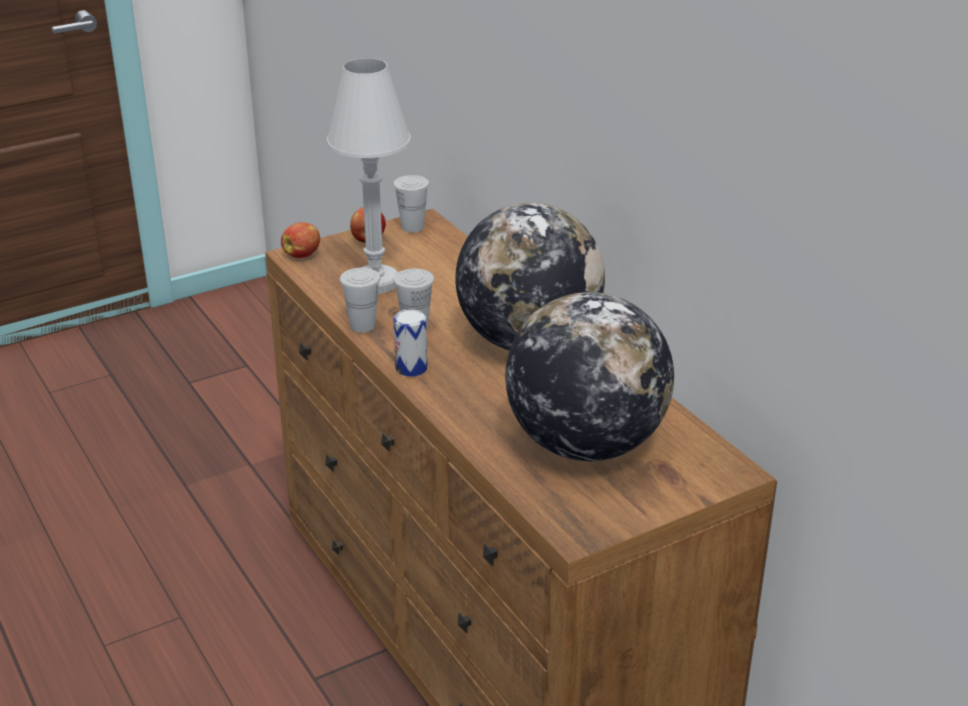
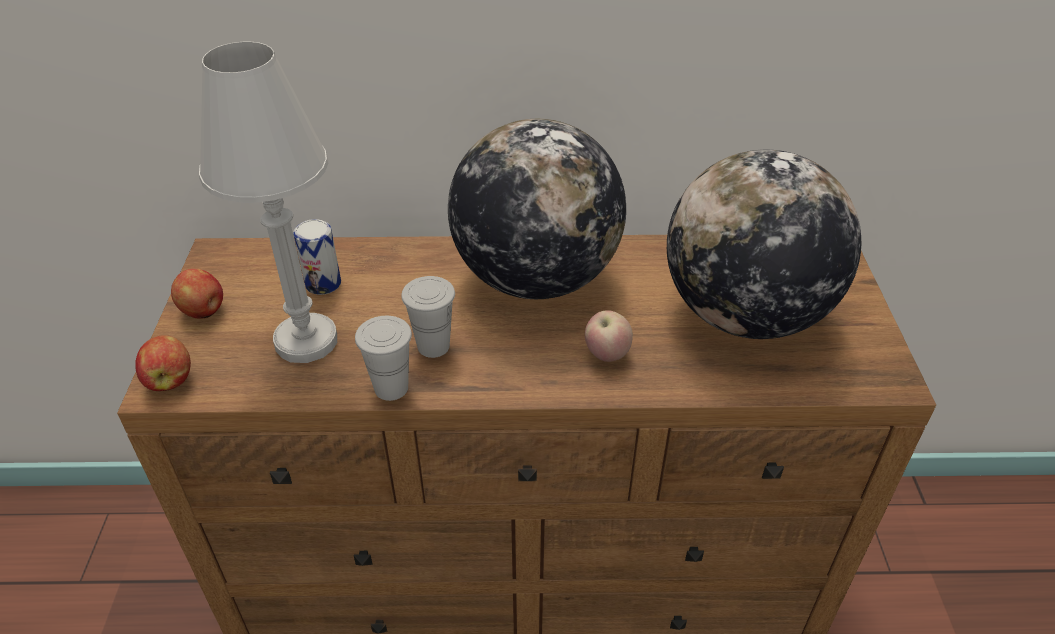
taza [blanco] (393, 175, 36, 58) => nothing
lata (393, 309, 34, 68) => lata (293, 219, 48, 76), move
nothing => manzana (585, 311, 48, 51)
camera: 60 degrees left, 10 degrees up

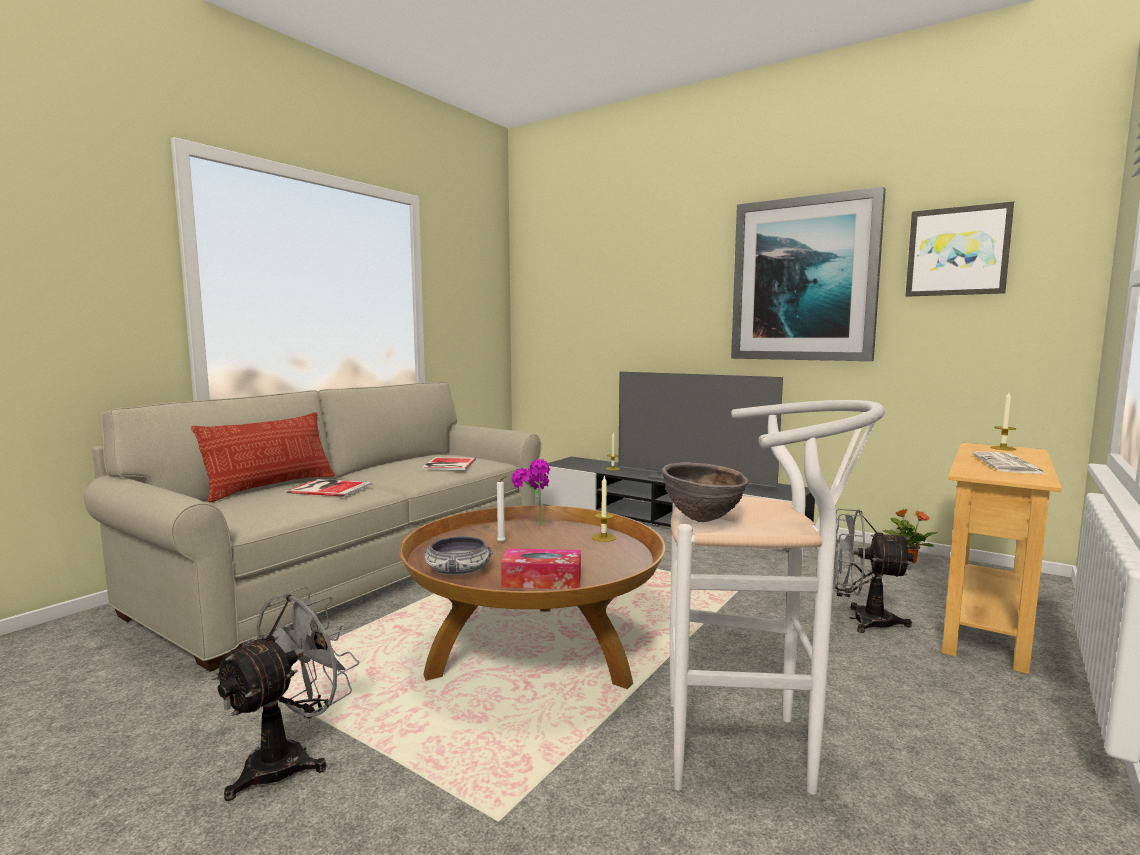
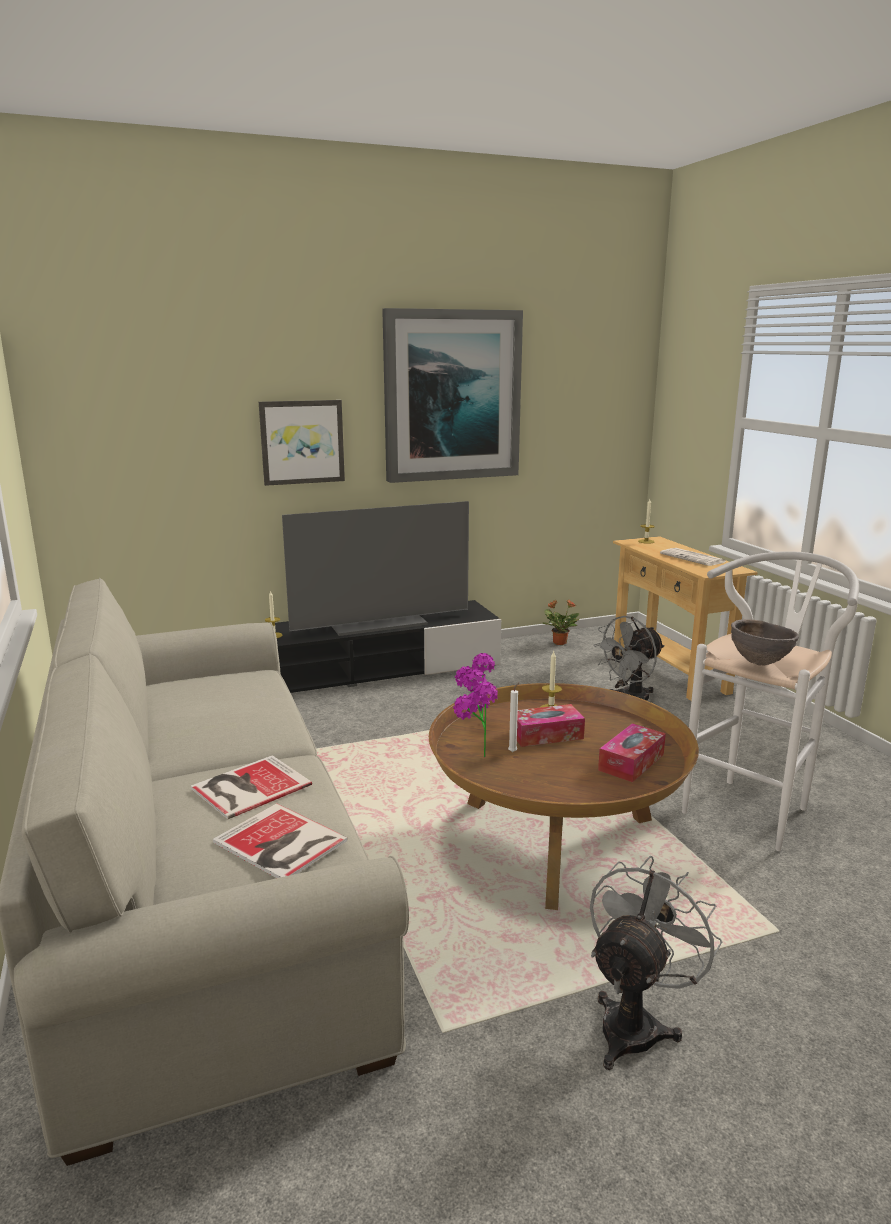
cojín (191, 412, 144, 91) => nothing
ventilador [gris] (211, 586, 148, 215) => ventilador [gris] (590, 855, 132, 215), 60 degrees clockwise
libro (421, 457, 55, 13) => libro (213, 803, 135, 75), move
cuenco (424, 536, 69, 40) => nothing
cuadro (906, 202, 108, 95) => cuadro (259, 400, 86, 86), move
nothing => planta en maceta (453, 681, 45, 76)
nothing => caja de pañuelos (517, 704, 68, 43)
camera: 55 degrees left, 10 degrees up

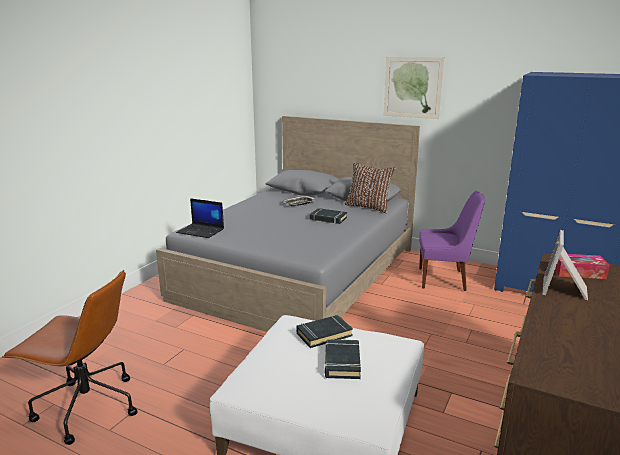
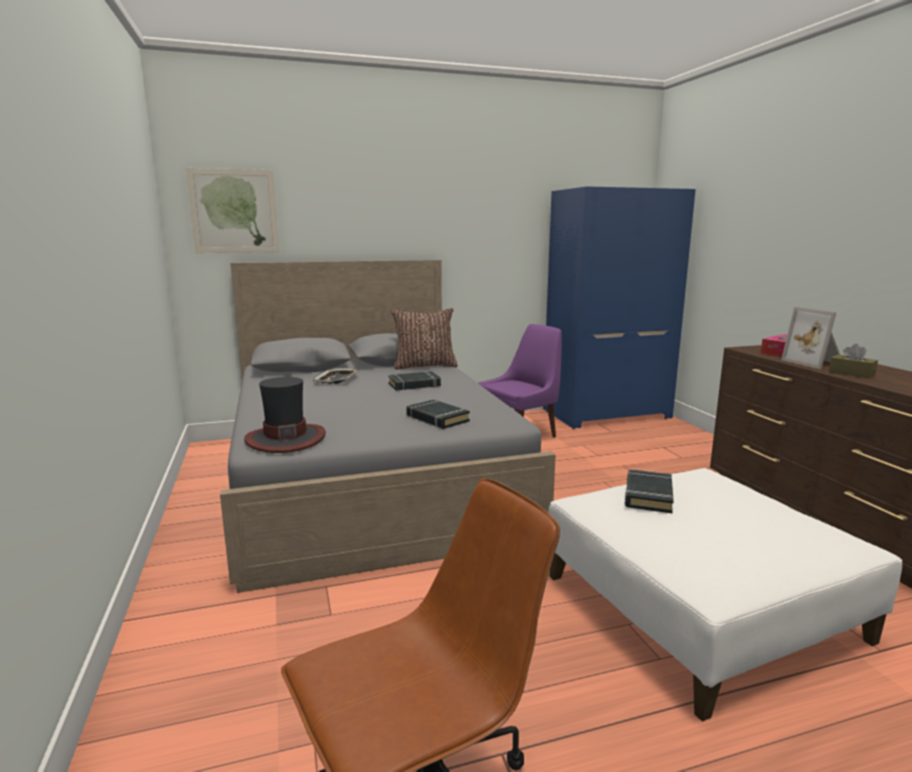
portátil (176, 198, 48, 40) => sombrero (244, 377, 82, 76)
libro [negro] (325, 339, 36, 40) => libro [negro] (406, 399, 64, 30), move
cuadro (384, 57, 61, 62) => cuadro (186, 168, 93, 85), move
nothing => caja de pañuelos [marrón] (829, 344, 49, 35)
camera: 45 degrees left, 5 degrees down

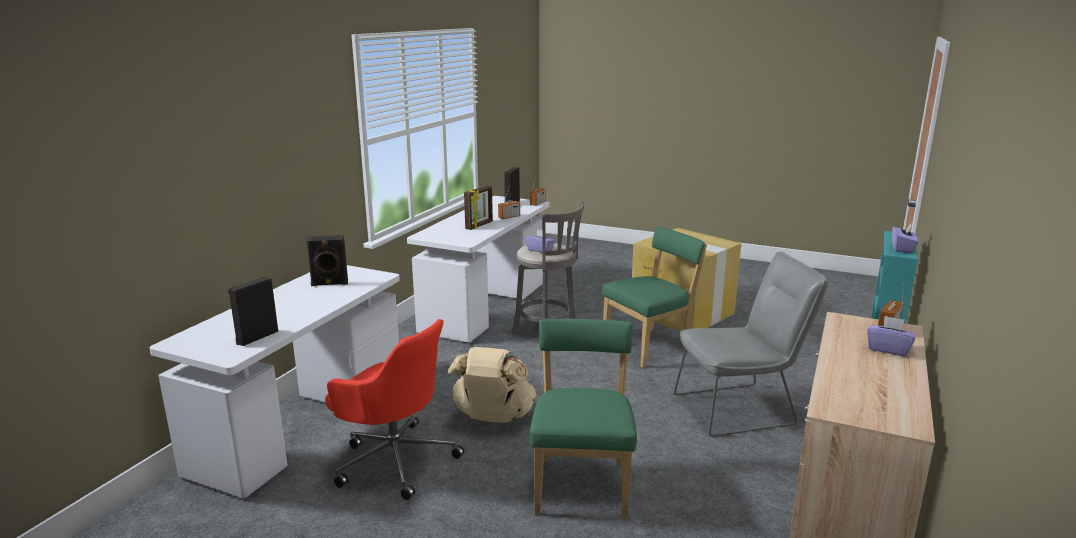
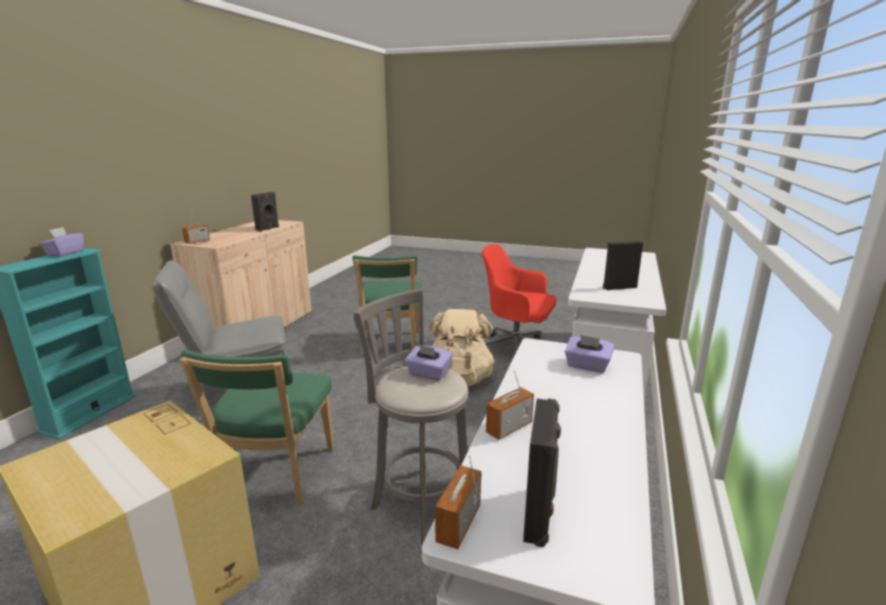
altavoz [negro] (228, 276, 50, 70) => altavoz [negro] (251, 192, 28, 39), move
portarretratos (464, 185, 29, 45) => nothing
silla [verde] (602, 226, 105, 142) => silla [verde] (179, 350, 155, 156), 45 degrees counterclockwise
caja de pañuelos [morado] (867, 316, 49, 41) => caja de pañuelos [morado] (565, 335, 49, 38), move
camera: 175 degrees right, 0 degrees up

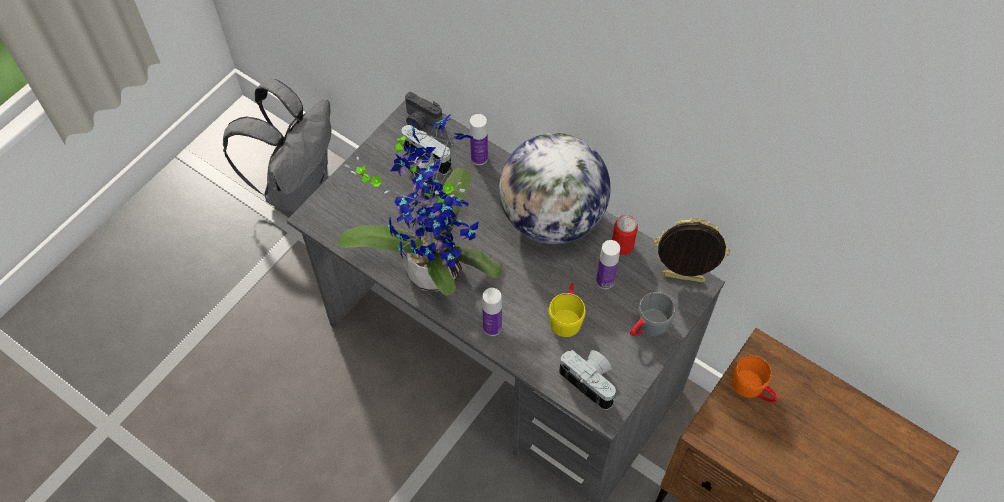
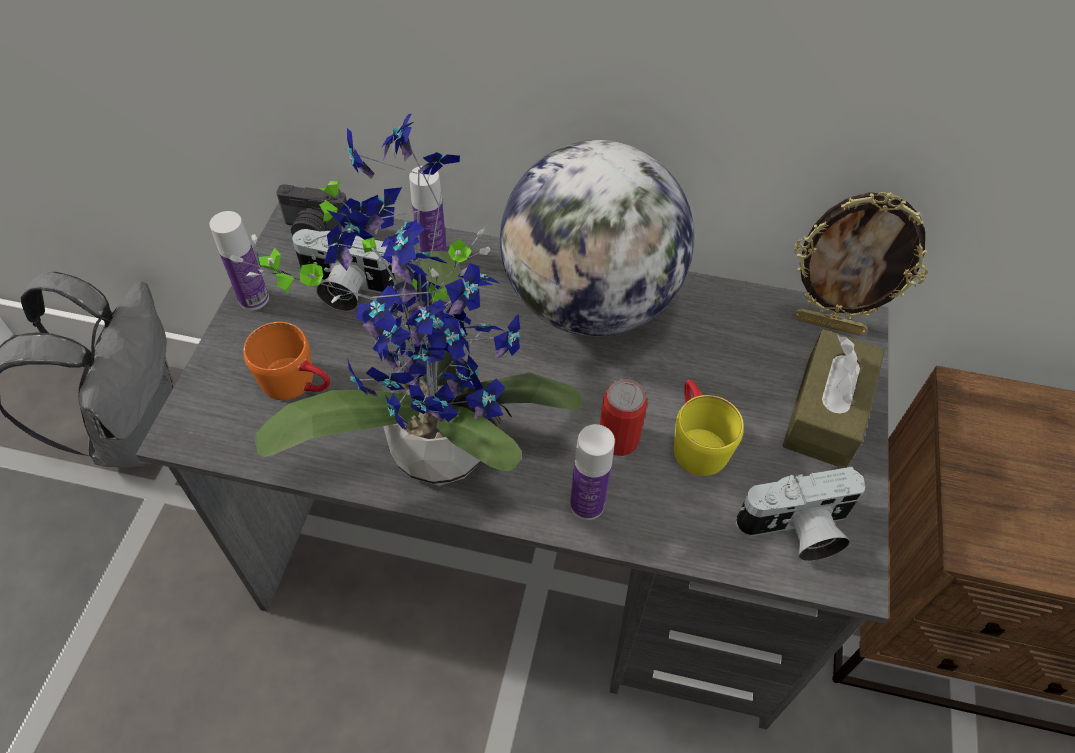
cámara (559, 350, 57, 60) => cámara (735, 466, 130, 95), 150 degrees clockwise
botella (596, 240, 24, 49) => botella (210, 211, 59, 99), move
lata (612, 215, 26, 40) => lata (599, 379, 48, 77), move
taza grande [gris] (630, 292, 45, 44) => caja de pañuelos [marrón] (782, 329, 103, 139)
portarretratos (654, 218, 76, 65) => portarretratos (794, 192, 134, 144), 150 degrees counterclockwise
taza grande [naranja] (732, 355, 46, 47) => taza grande [naranja] (243, 322, 87, 78), move
camera: 25 degrees left, 5 degrees down

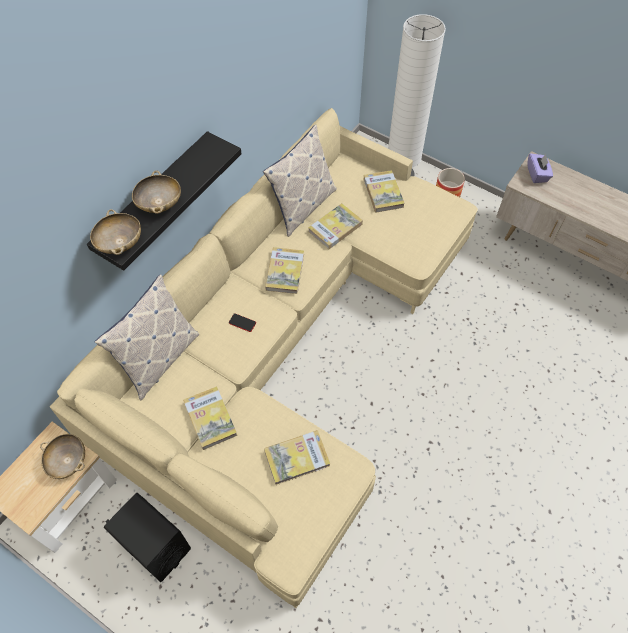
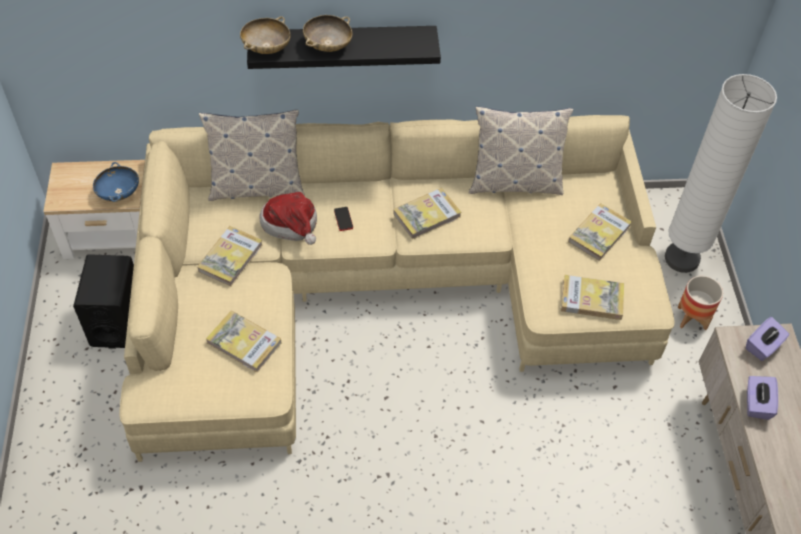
cuenco [beis] (40, 434, 45, 45) => cuenco [azul] (93, 162, 46, 40)
libro (308, 203, 55, 46) => libro (561, 275, 63, 45), move
nothing => sombrero (259, 192, 58, 53)
nothing => caja de pañuelos [morado] (747, 376, 31, 44)
camera: 50 degrees right, 5 degrees down

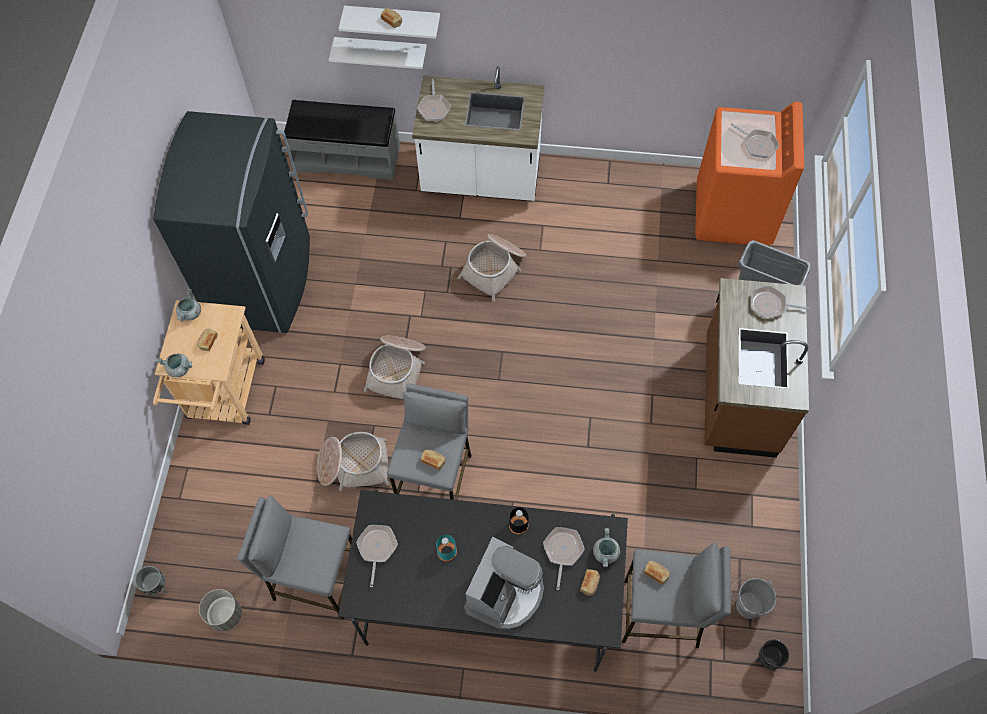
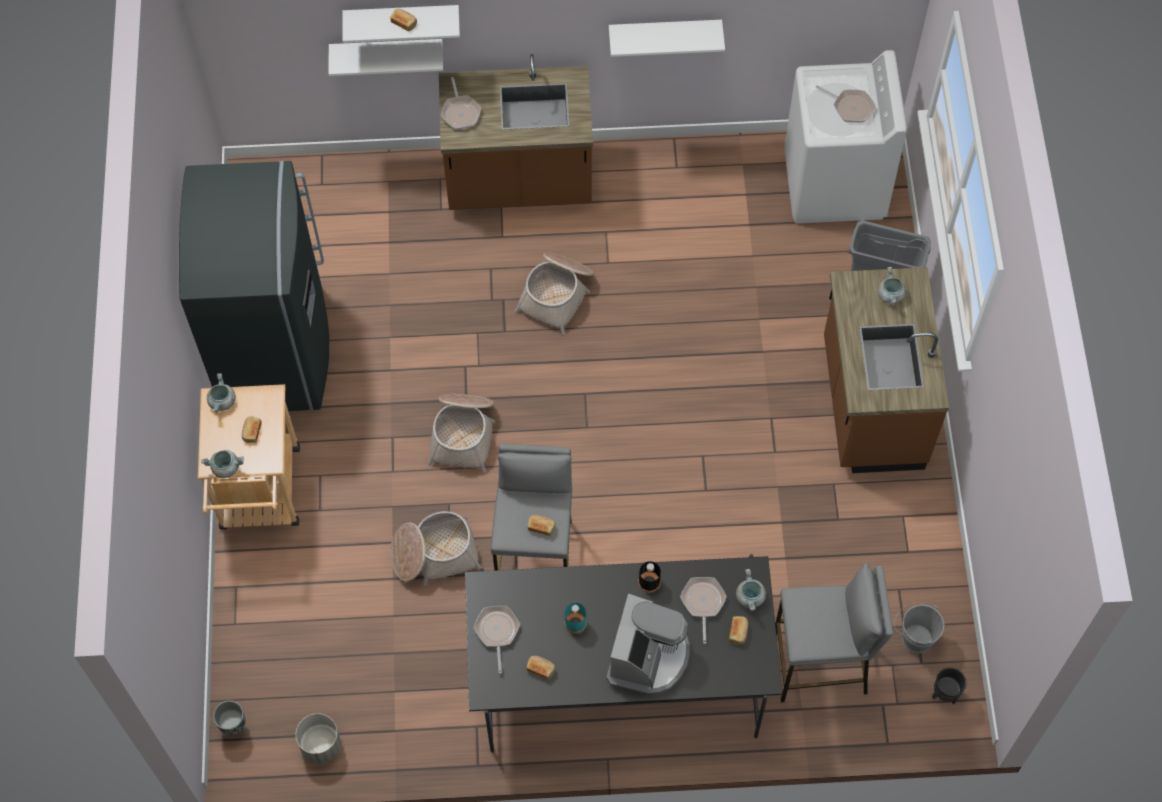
taburete [gris] (237, 495, 115, 125) => nothing
banco [gris] (283, 100, 117, 80) => nothing
mueble bajo de cocina [blanco] (412, 66, 133, 135) => mueble bajo de cocina [marrón] (439, 54, 154, 156)
pan (644, 561, 26, 24) => pan (526, 656, 29, 24), move
lavadora [naranja] (695, 102, 109, 144) => lavadora [blanco] (784, 50, 123, 174)
sartén (750, 285, 59, 34) => olla [gris] (878, 267, 28, 38)
nothing => estante [blanco] (609, 20, 116, 37)
camera: 10 degrees left, 0 degrees up

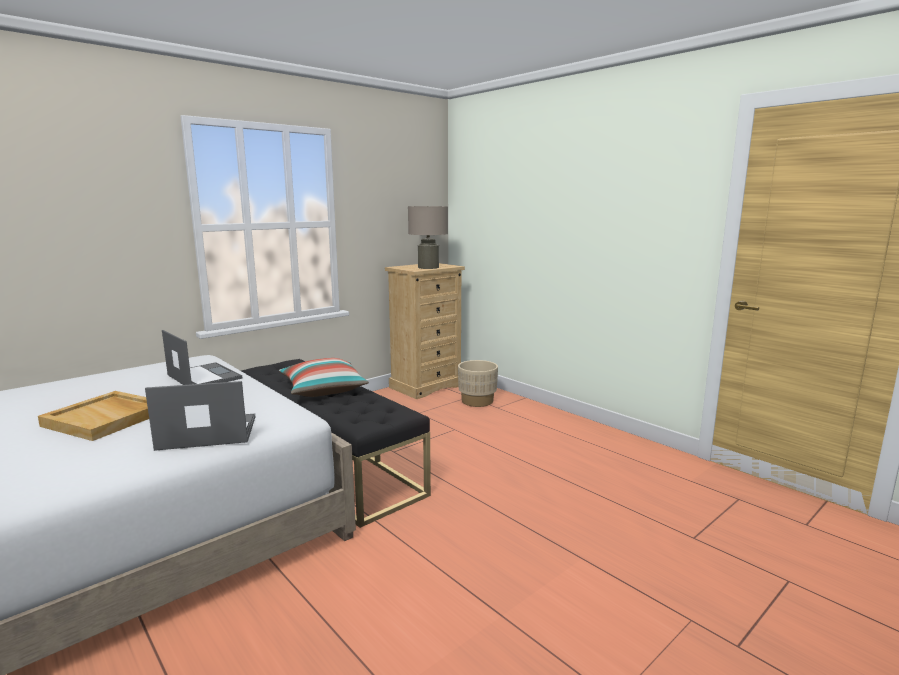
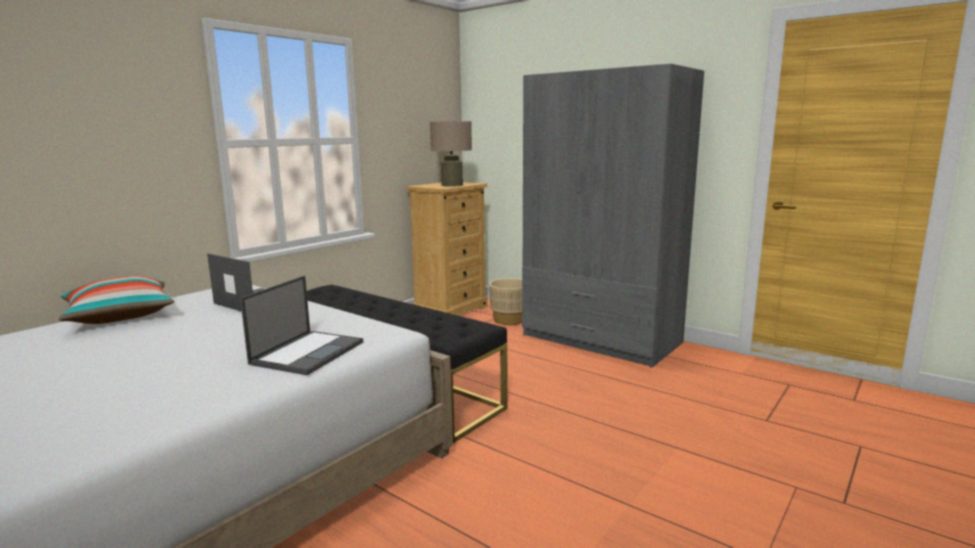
bandeja [beis] (38, 391, 111, 50) => nothing
portátil (145, 381, 110, 70) => portátil (240, 276, 123, 99), 135 degrees clockwise
cojín (279, 358, 90, 39) => cojín (59, 276, 115, 48), move
nothing => armario ropero [gris] (522, 64, 182, 304)
camera: 10 degrees left, 0 degrees up

